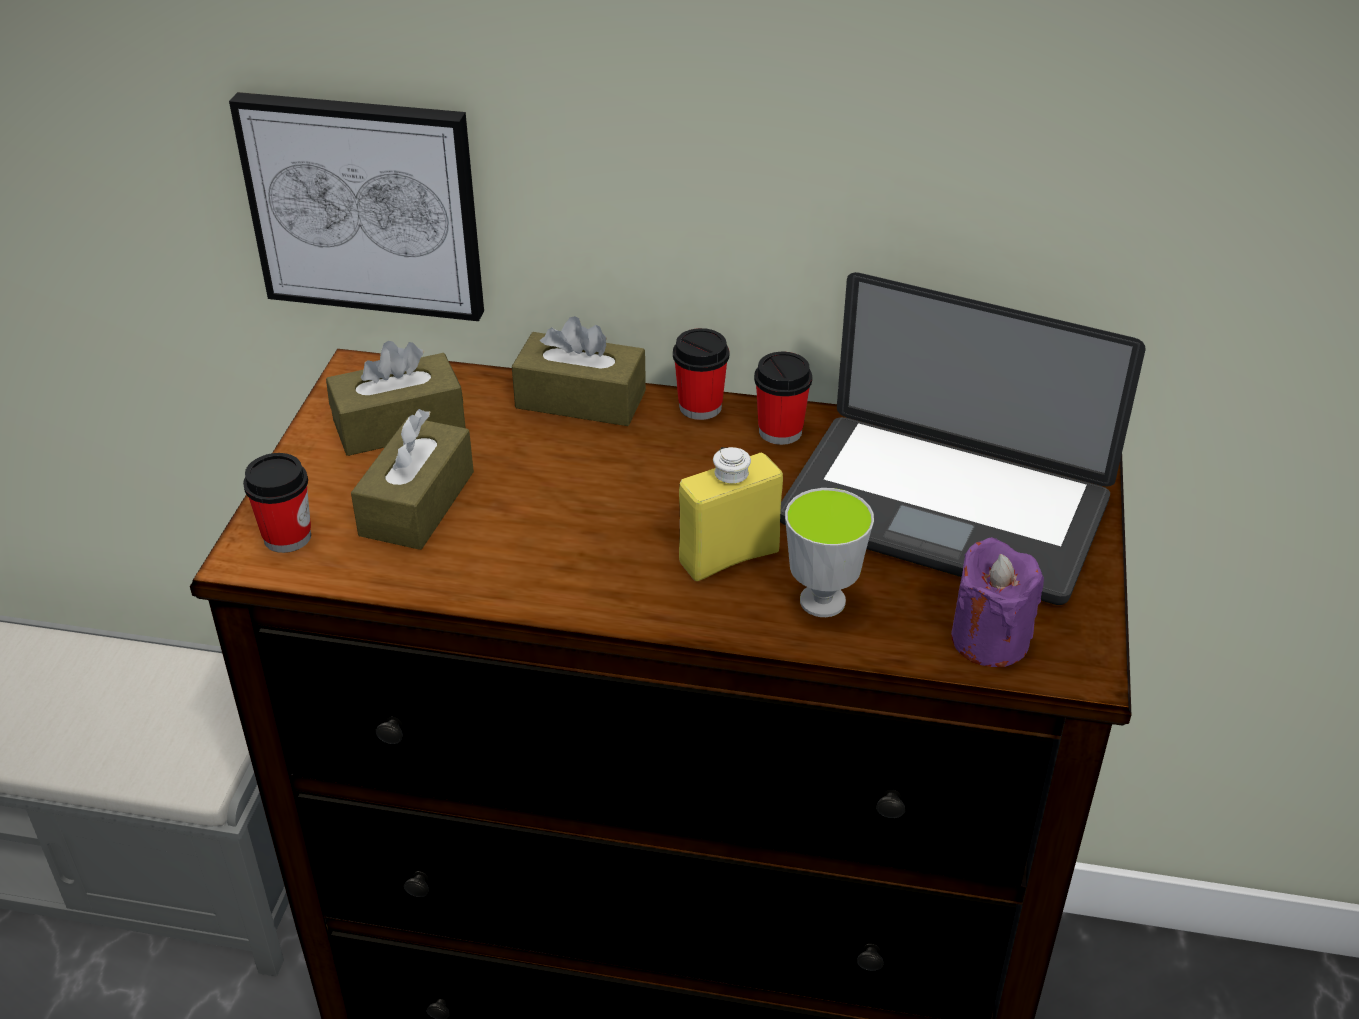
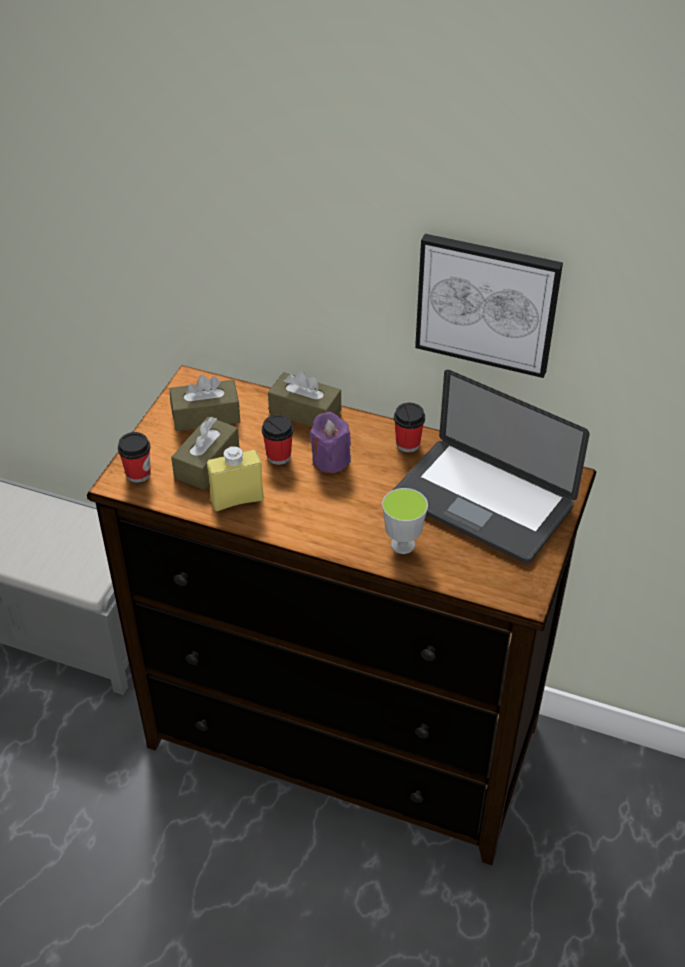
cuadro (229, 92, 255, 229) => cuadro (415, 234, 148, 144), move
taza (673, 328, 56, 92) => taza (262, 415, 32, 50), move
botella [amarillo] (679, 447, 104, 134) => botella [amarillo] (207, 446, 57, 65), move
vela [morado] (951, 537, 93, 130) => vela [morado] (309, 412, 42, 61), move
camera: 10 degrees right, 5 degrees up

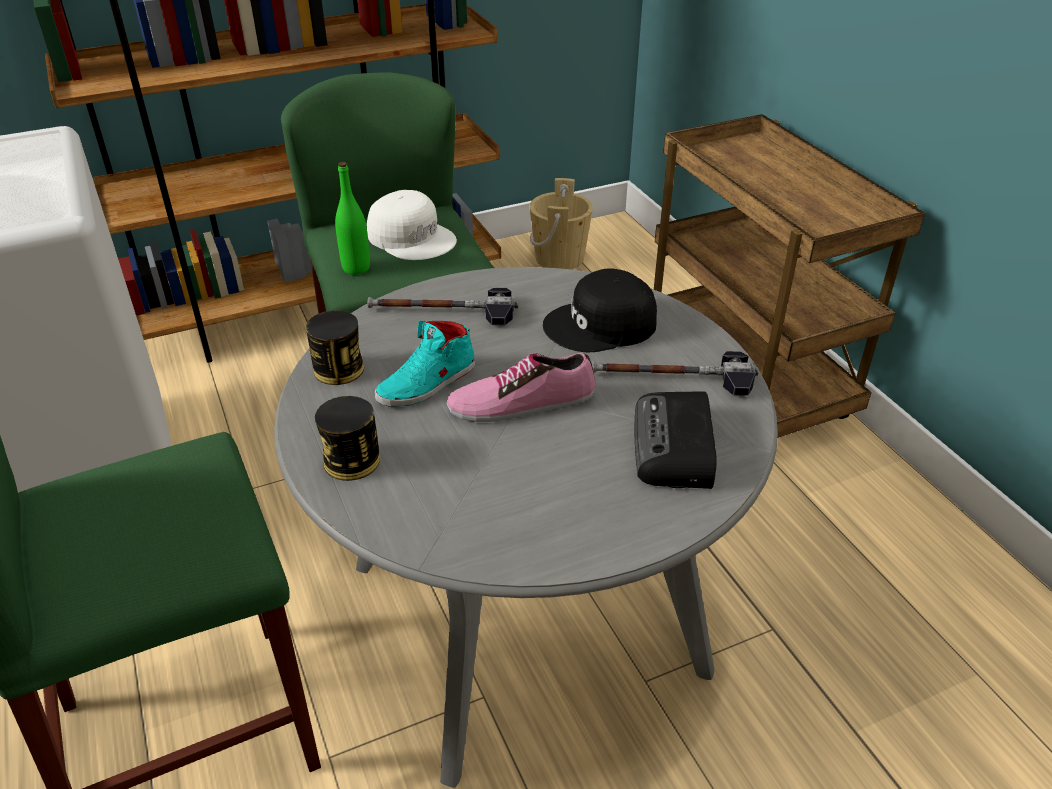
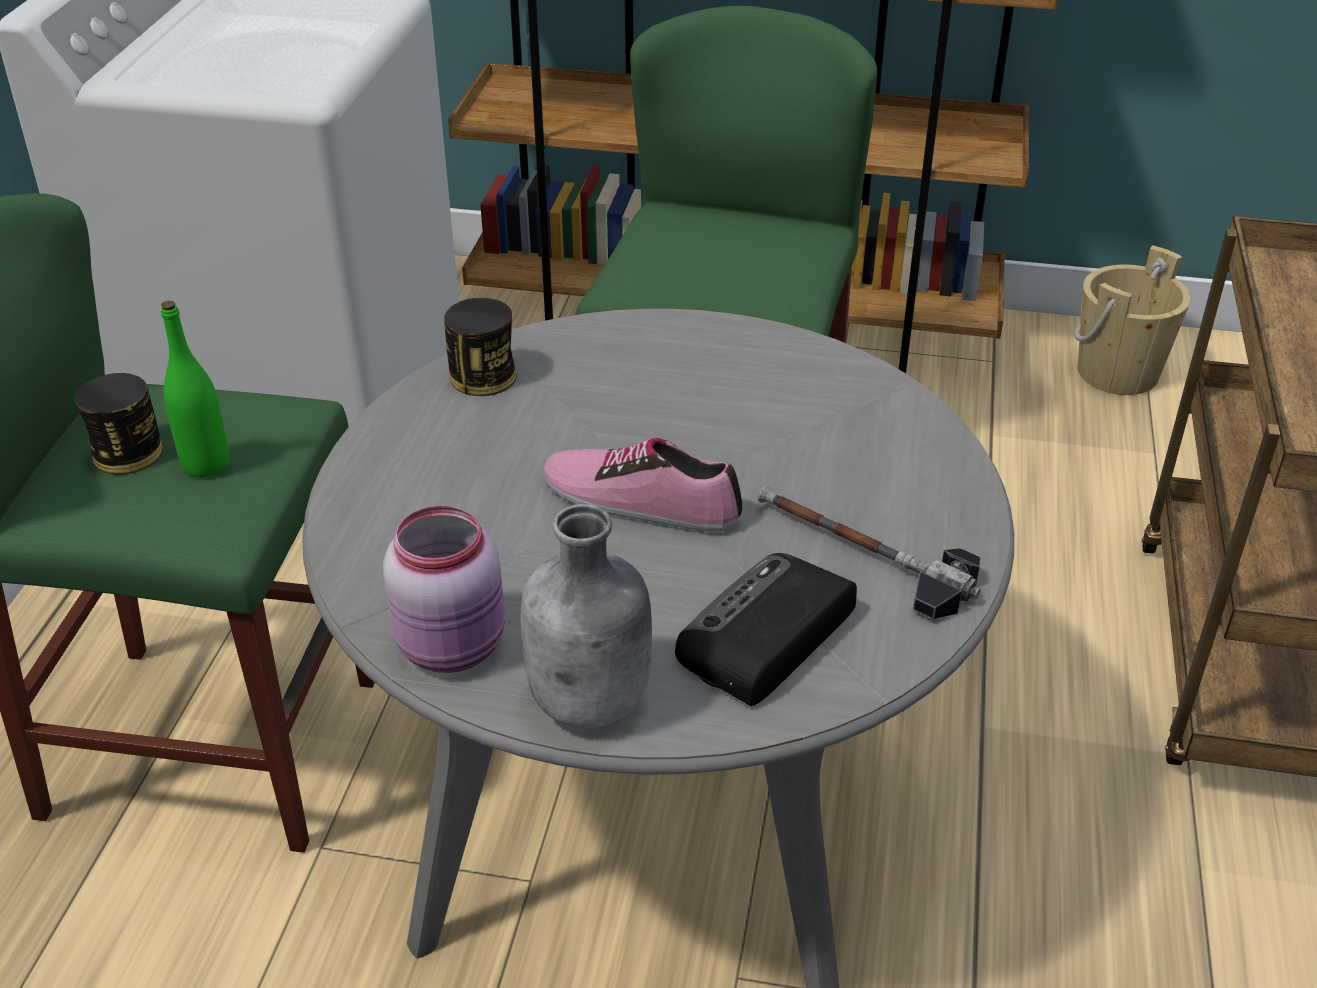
lata (315, 396, 65, 85) => lata (75, 373, 88, 102), move
botella [verde] (335, 162, 35, 113) => botella [verde] (161, 301, 68, 177), move
gorra [blanco] (367, 190, 90, 70) => nothing
martillo (367, 288, 151, 37) => nothing
zapato [turquesa] (375, 321, 100, 86) => nothing
gorra [negro] (543, 268, 114, 85) => nothing
nothing => tarro [rosa] (383, 505, 122, 168)
nothing => botella [gris] (521, 504, 131, 224)
camera: 35 degrees right, 0 degrees up

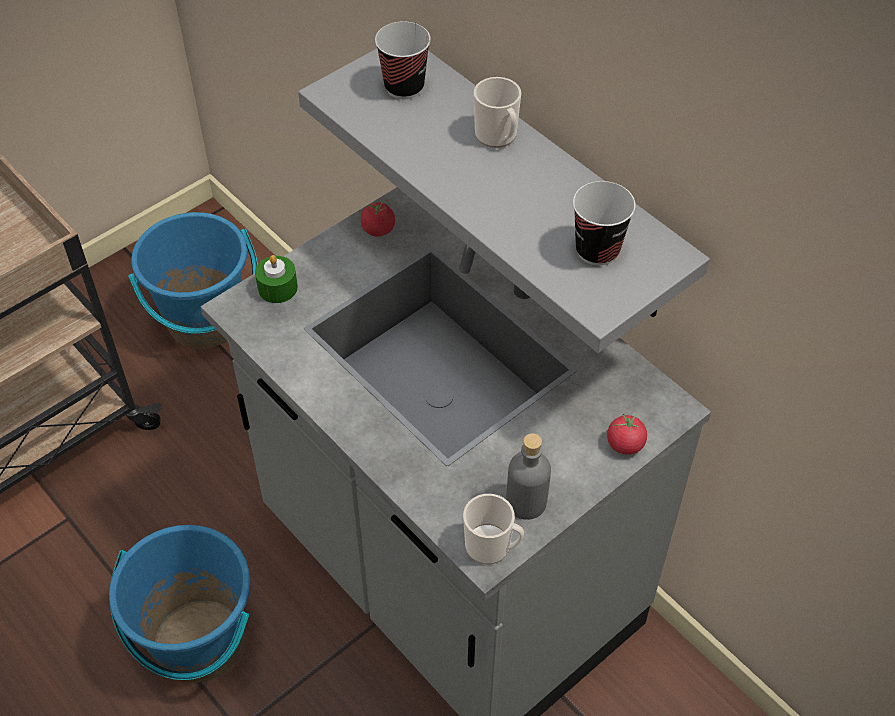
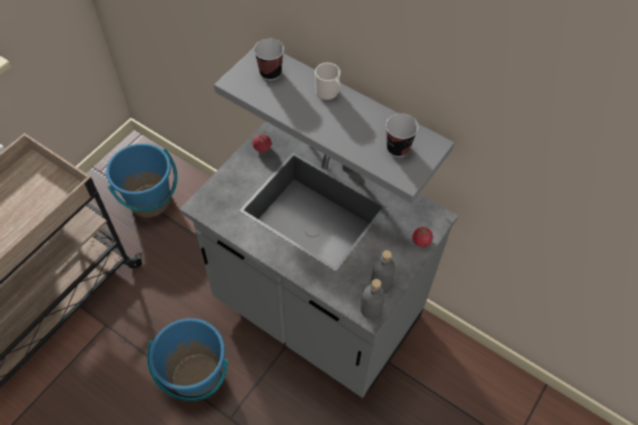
vela [verde] (255, 255, 43, 48) => nothing
taza grande (463, 494, 61, 70) => botella [gris] (360, 279, 25, 40)
camera: 15 degrees left, 5 degrees up

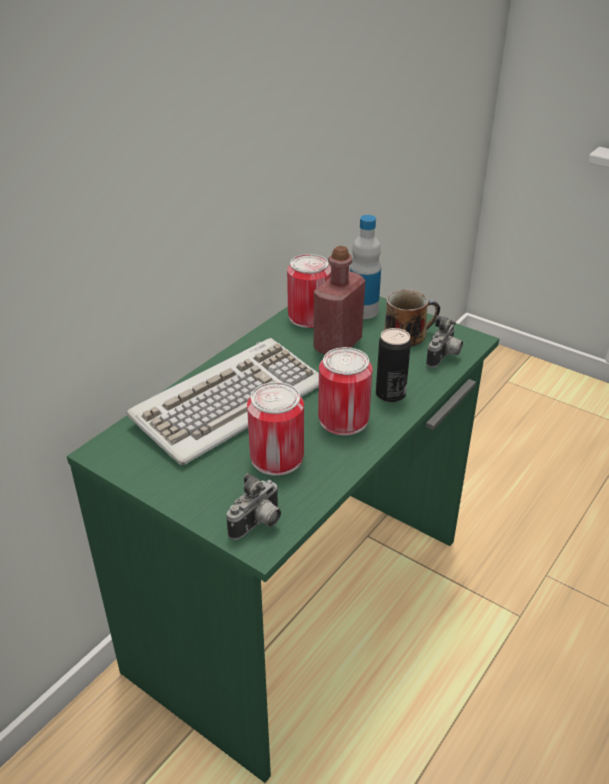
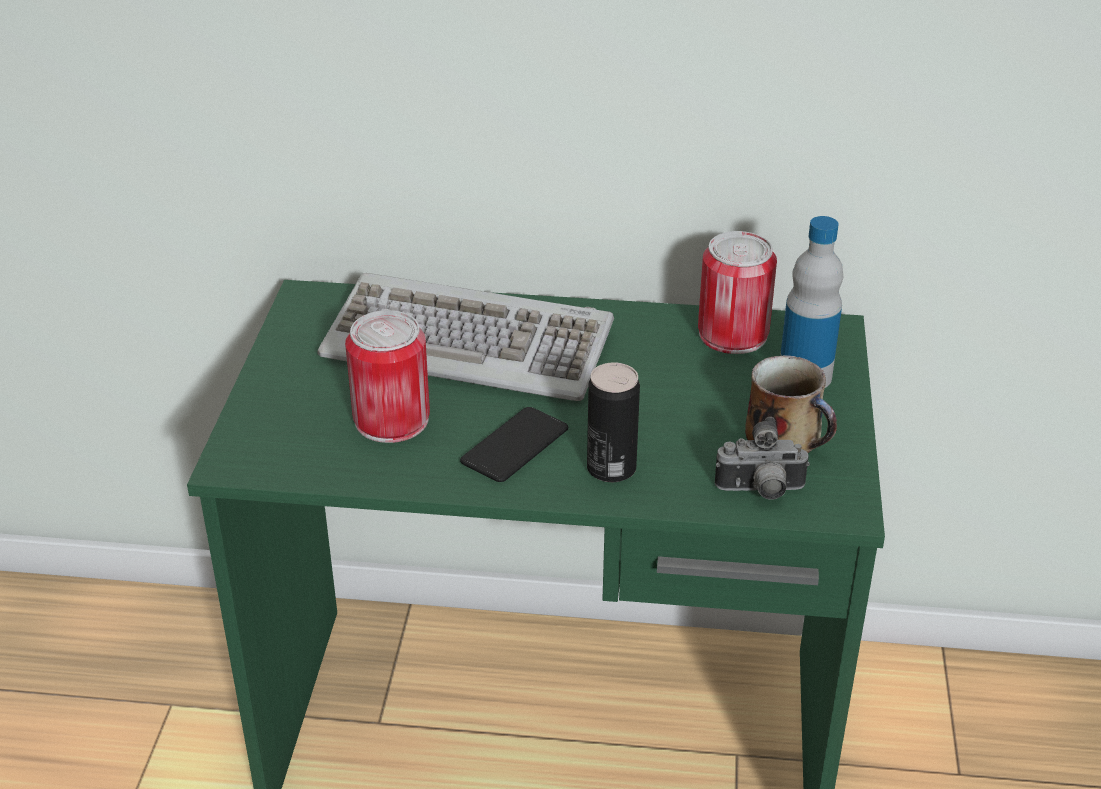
cámara (226, 473, 55, 67) => nothing
botella [rojo] (314, 246, 51, 108) => nothing
lata (318, 347, 54, 88) => móvil (460, 407, 108, 75)
camera: 60 degrees right, 0 degrees up

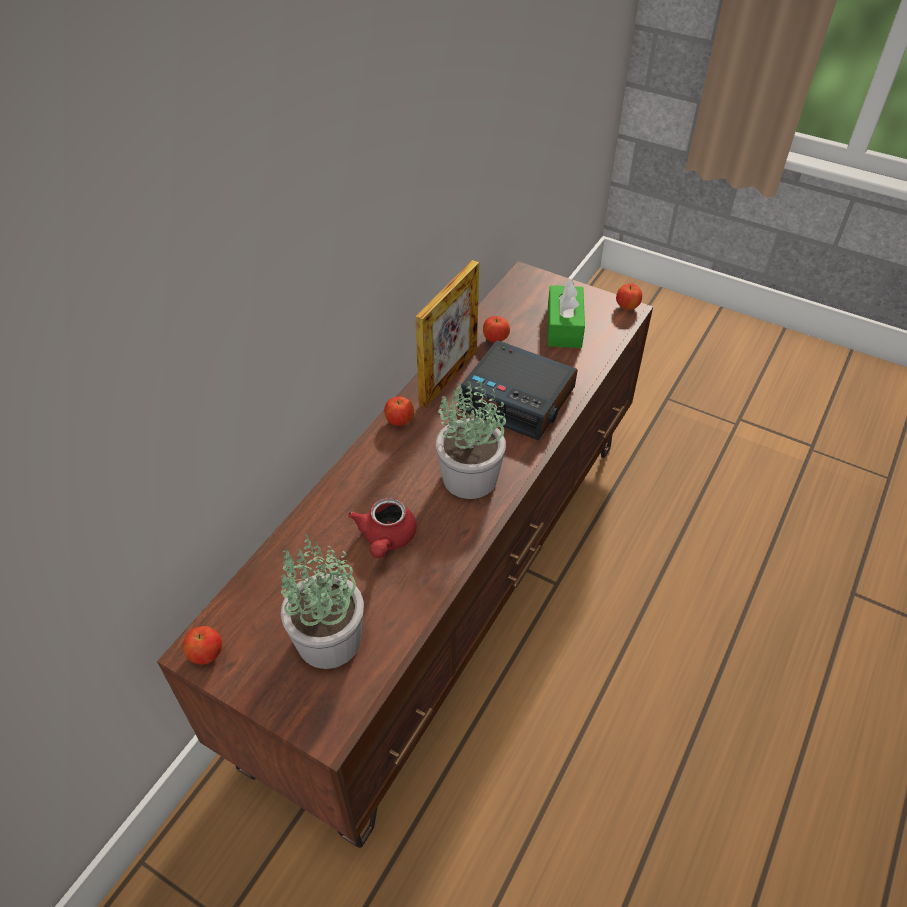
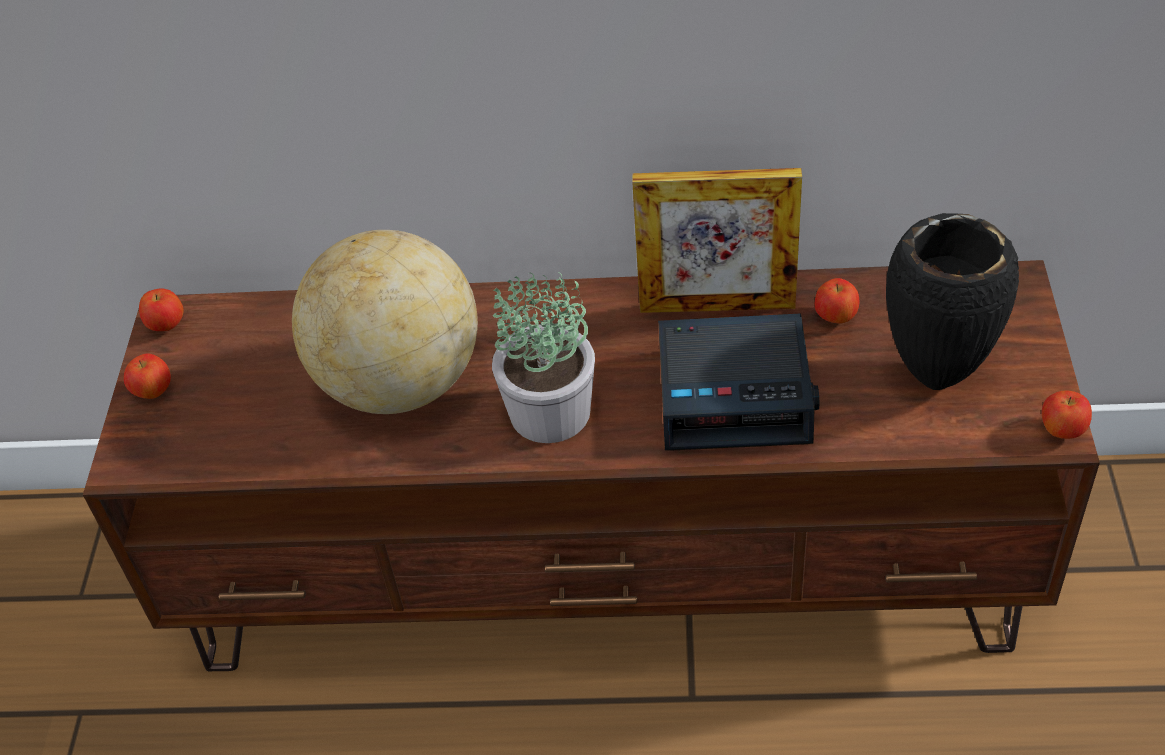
planta en maceta (281, 534, 83, 135) => nothing
tetera [rojo] (348, 498, 68, 60) => globo terráqueo (292, 230, 186, 184)
manzana (384, 397, 30, 29) => manzana (124, 354, 47, 45), move
despertador (458, 340, 120, 100) => despertador (658, 313, 161, 138), 90 degrees counterclockwise
caja de pañuelos [verde] (548, 280, 37, 68) => florero [negro] (886, 213, 133, 177)
camera: 65 degrees right, 0 degrees up

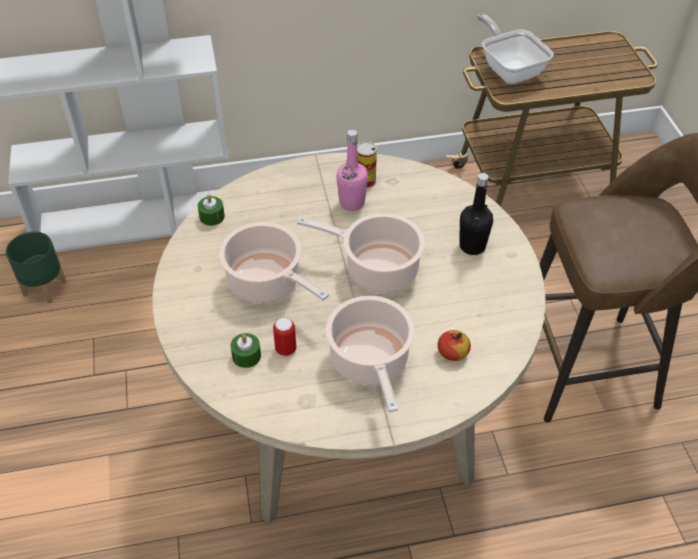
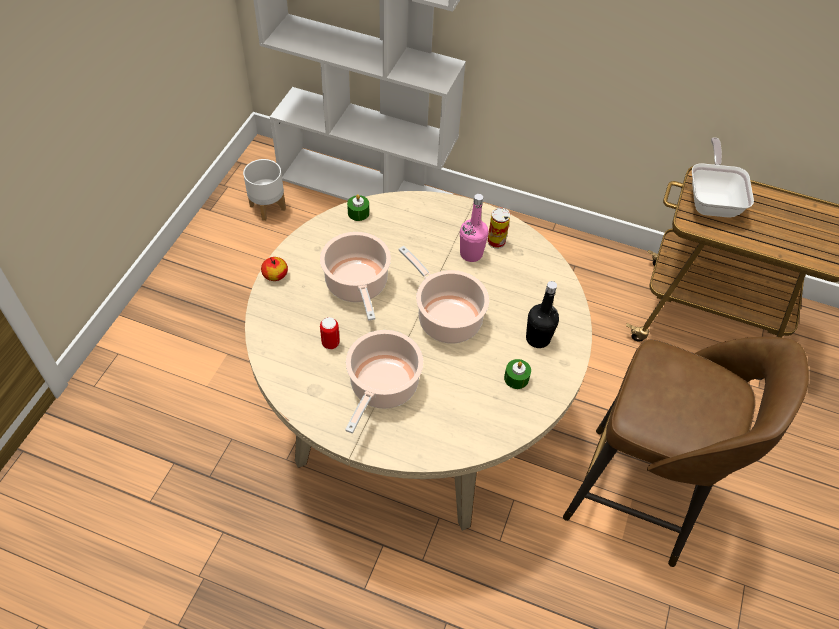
maceta [verde] (6, 232, 61, 71) => maceta [blanco] (243, 159, 43, 62)
vela [verde] (230, 333, 31, 35) => vela [verde] (504, 359, 27, 30), move
manzana (437, 330, 34, 31) => manzana (261, 257, 27, 24), move
camera: 30 degrees right, 5 degrees up

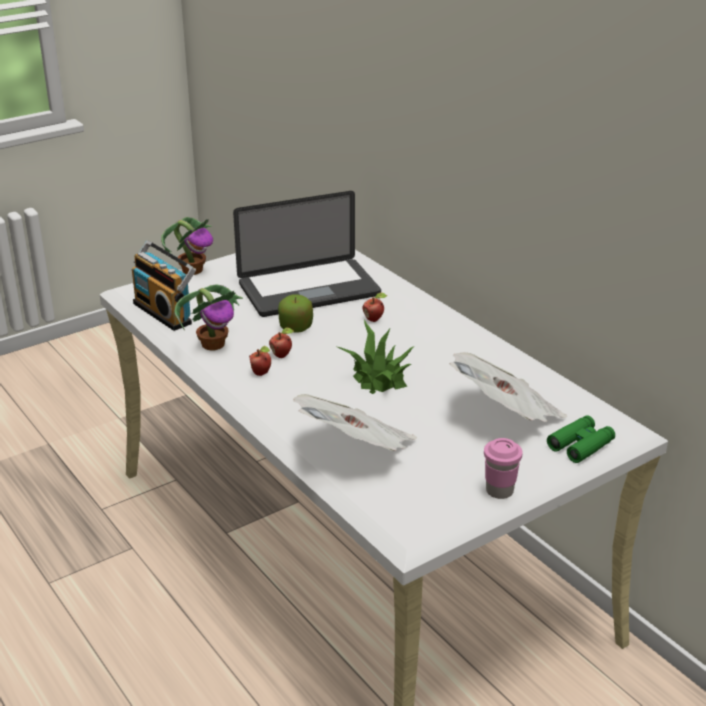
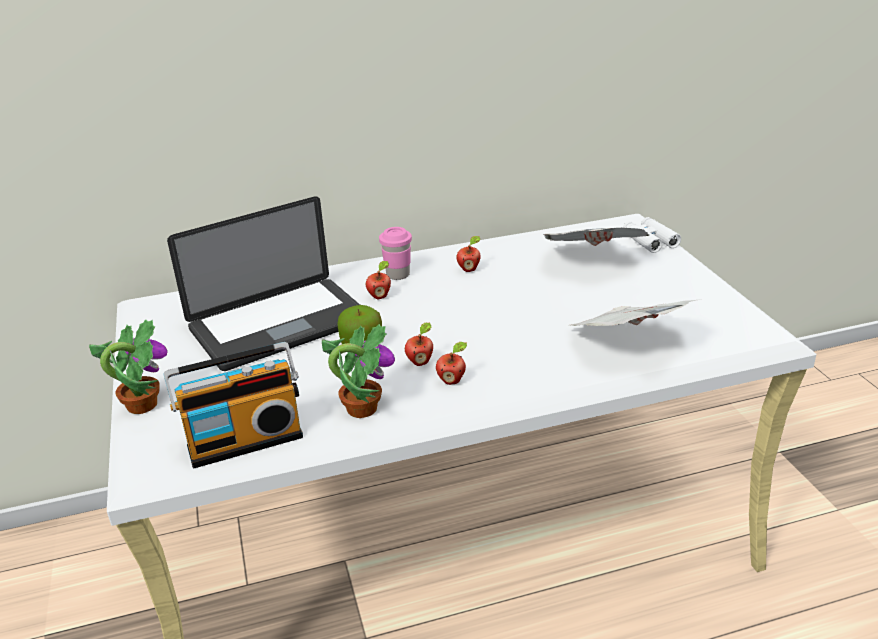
portátil (233, 191, 148, 126) => portátil (167, 196, 193, 175), 60 degrees clockwise
planta en maceta (338, 320, 77, 74) => nothing
taza [rosa] (484, 438, 39, 61) => taza [rosa] (379, 227, 33, 53), move
prismáticos [verde] (547, 415, 68, 48) => prismáticos [blanco] (623, 217, 58, 36)
nothing => manzana (456, 236, 25, 36)
camera: 70 degrees left, 0 degrees up

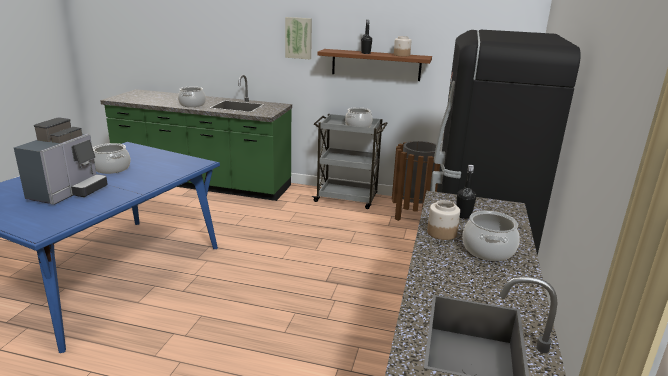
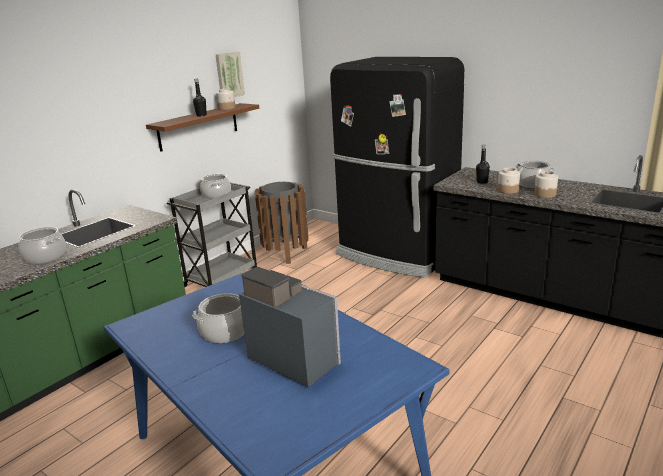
cuadro (285, 17, 27, 42) => cuadro (216, 52, 29, 45), move
nothing => tarro (534, 171, 24, 27)
camera: 65 degrees left, 0 degrees up

